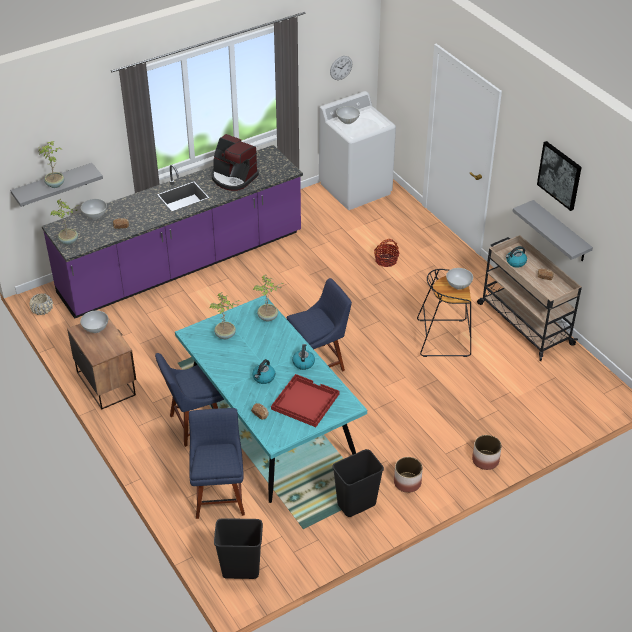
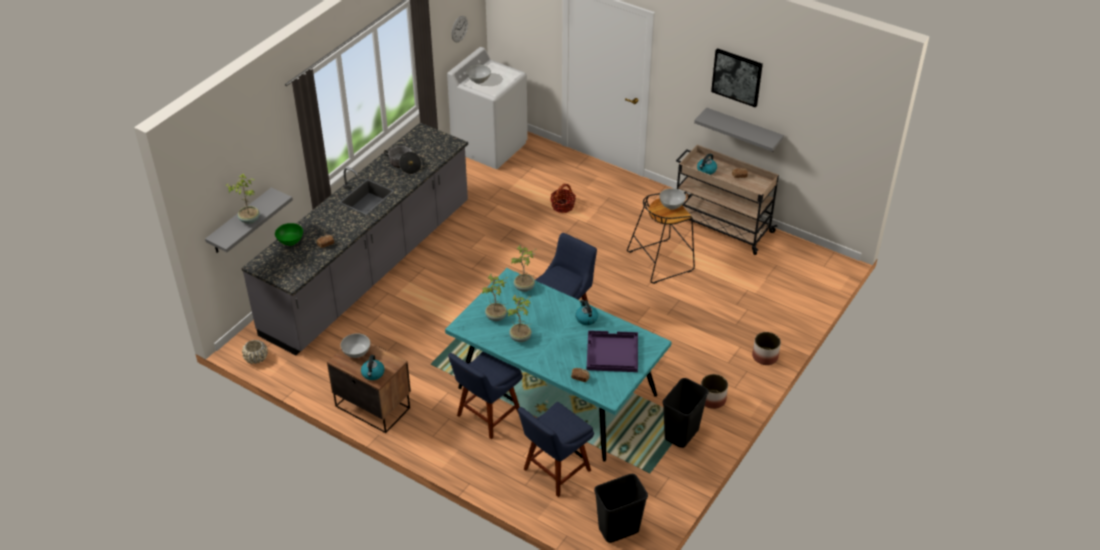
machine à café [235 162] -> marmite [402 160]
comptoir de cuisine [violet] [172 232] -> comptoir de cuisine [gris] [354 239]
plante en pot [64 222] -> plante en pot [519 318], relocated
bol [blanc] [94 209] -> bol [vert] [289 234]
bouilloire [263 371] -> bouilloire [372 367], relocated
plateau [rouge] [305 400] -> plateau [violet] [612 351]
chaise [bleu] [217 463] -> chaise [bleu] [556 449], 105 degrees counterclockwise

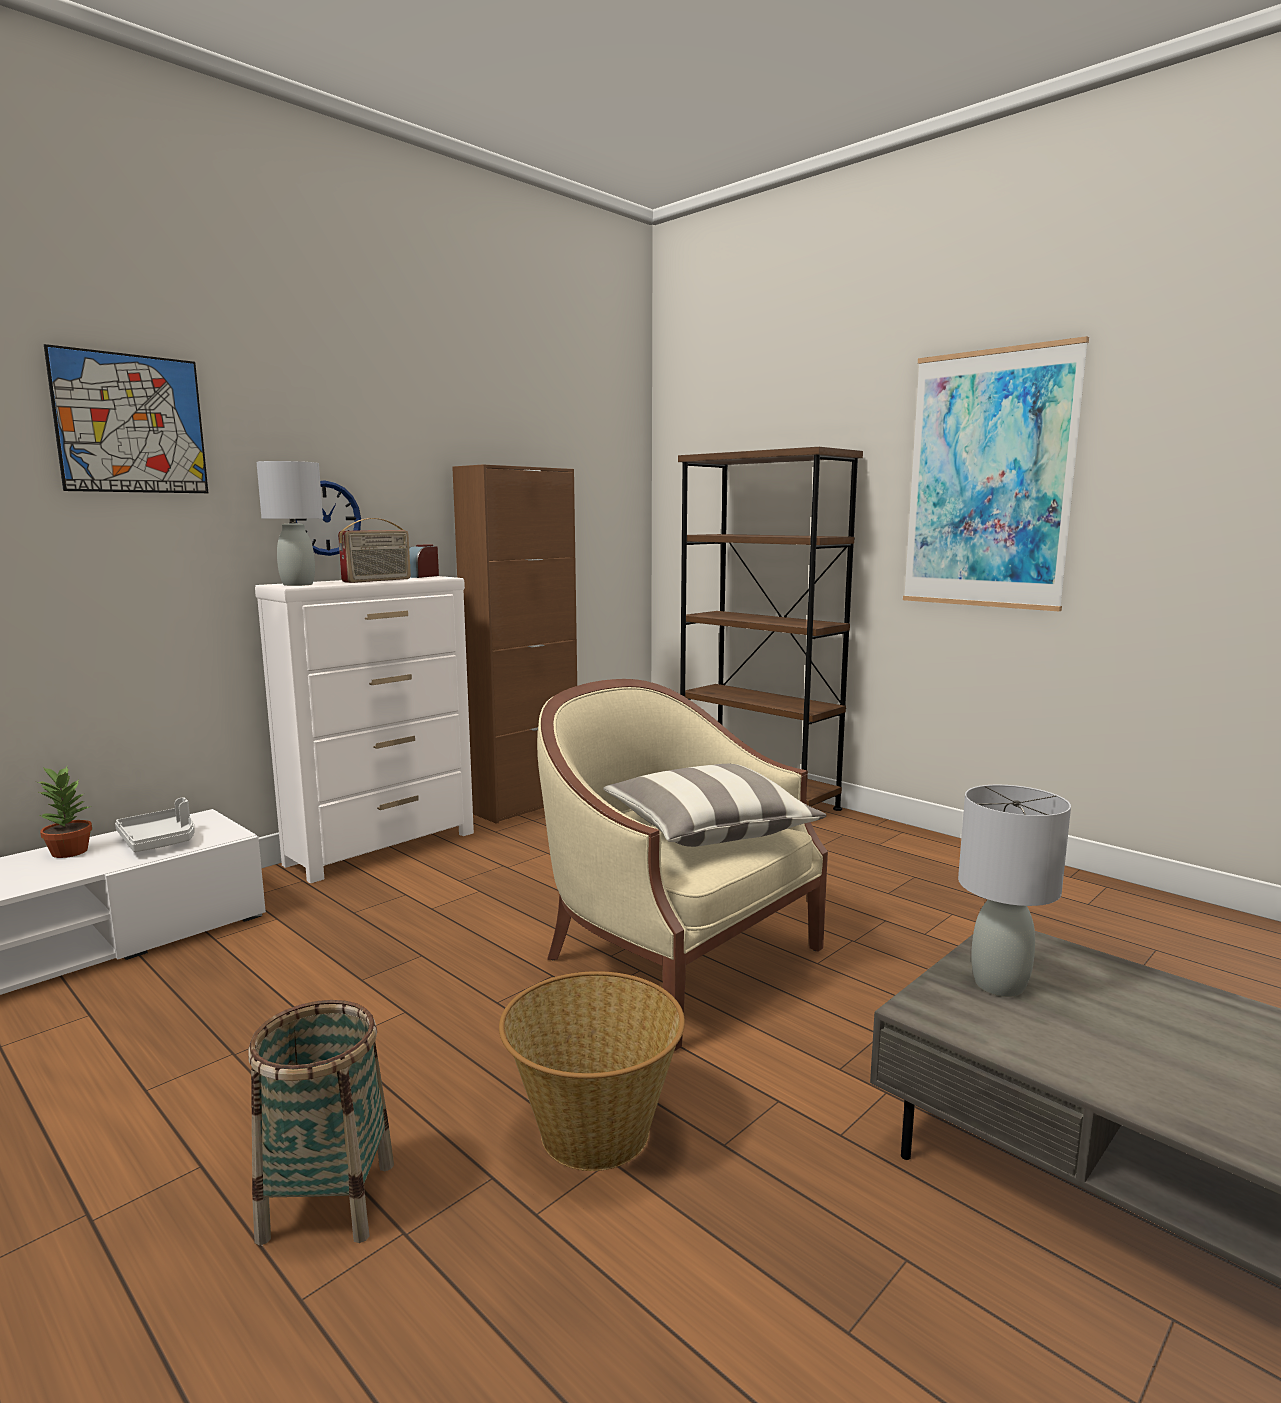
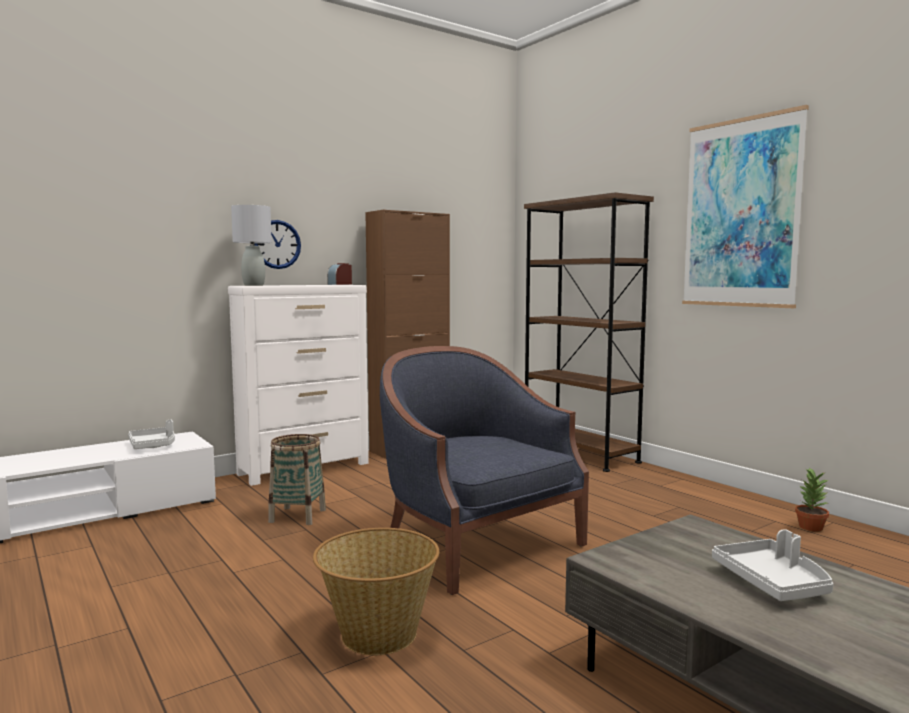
tableau [126 418] -> none
radio [374 550] -> none
fauteuil [beige] [682 865] -> fauteuil [bleu] [484 470]
coussin [714 805] -> none
plante en pot [64 812] -> plante en pot [812 499], relocated
lampe de table [gris] [1014 891] -> none
panier [321 1122] -> panier [297 479], relocated
none -> plateau [gris] [773 565]

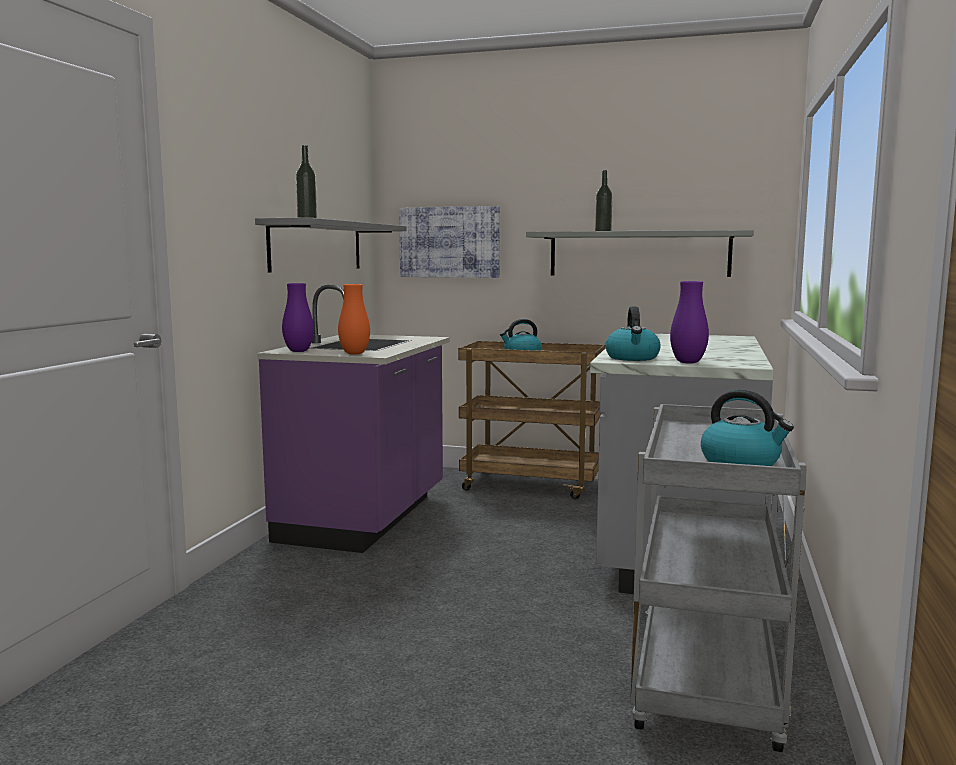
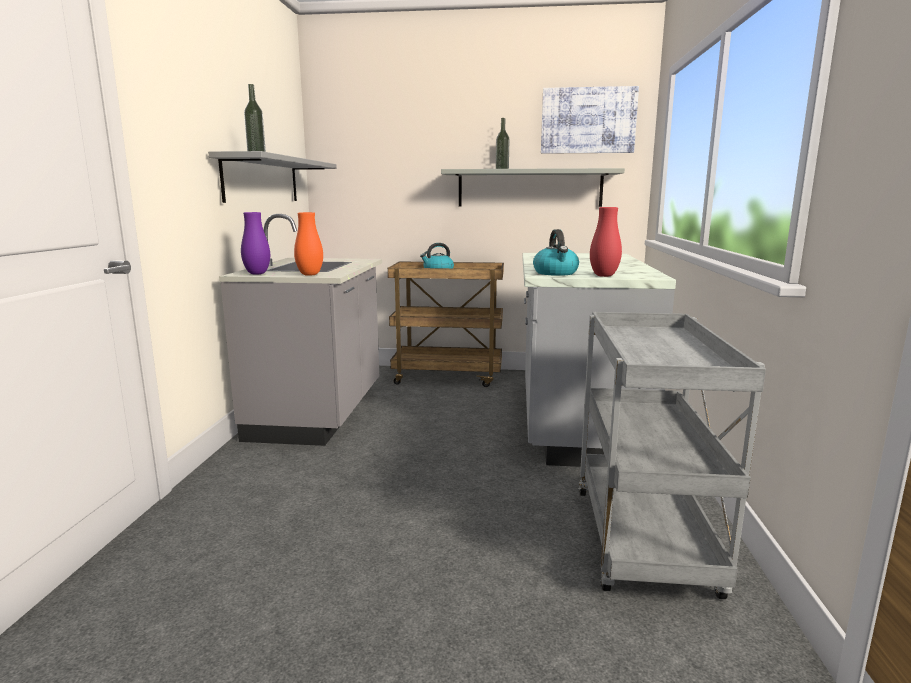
tableau [449 242] -> tableau [590 119], relocated
vase [violet] [689 322] -> vase [rouge] [606 242]
comptoir de cuisine [violet] [353 418] -> comptoir de cuisine [gris] [300 330]
bouilloire [747 428] -> none

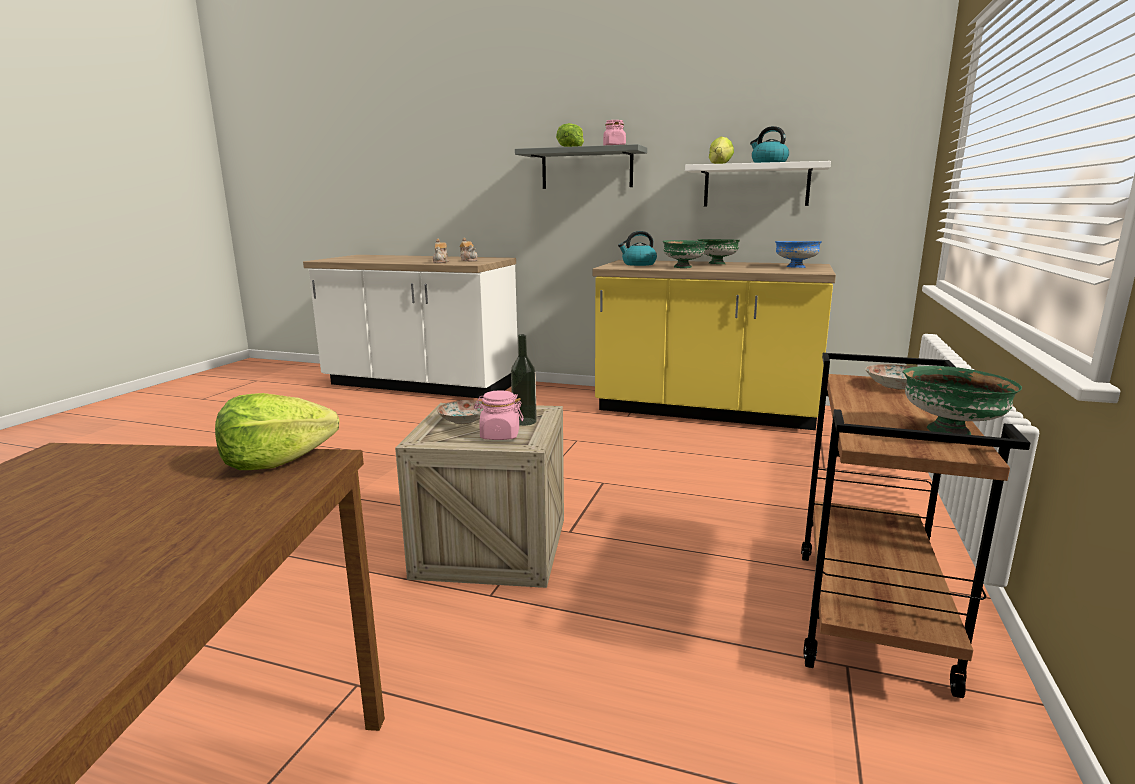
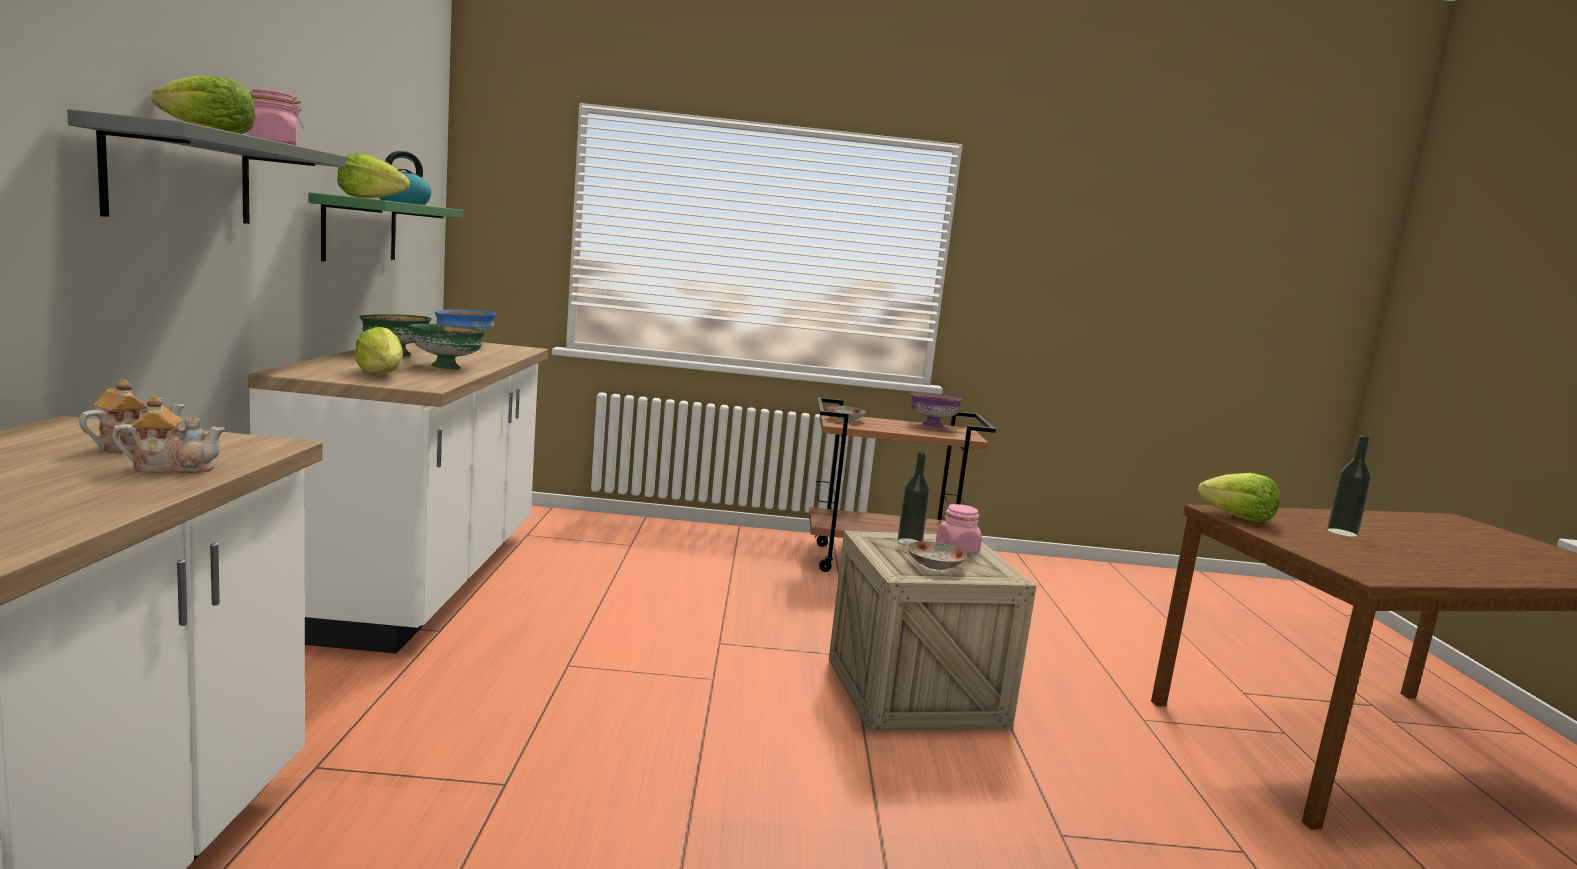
étagère [blanc] [758 183] -> étagère [vert] [386 226]
bouilloire [637 248] -> laitue [378 350]
comptoir de cuisine [jaune] [714 345] -> comptoir de cuisine [blanc] [398 498]
bol [vert] [962 400] -> bol [violet] [937 410]
none -> bouteille [1349 486]

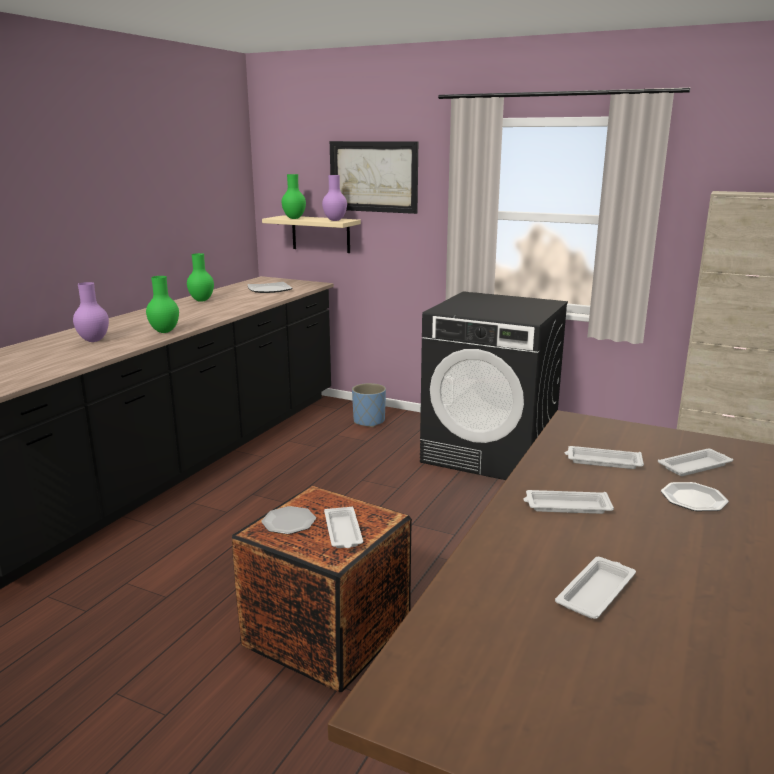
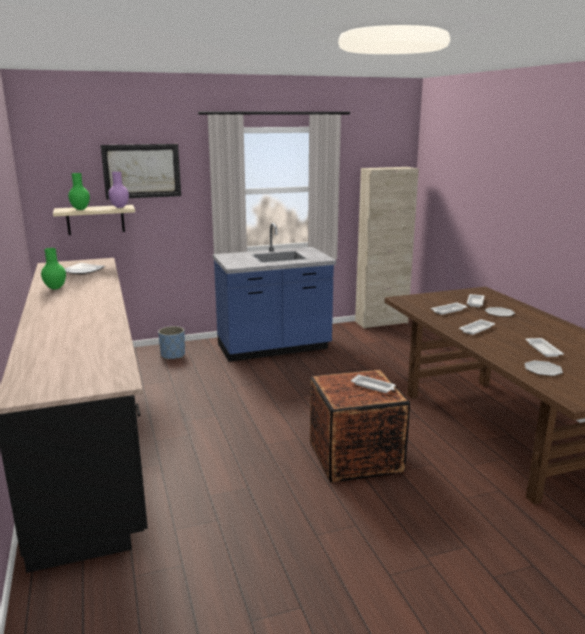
vase [vert] [162 304] -> none
vase [violet] [91 312] -> none
lave-linge [noir] [494 385] -> comptoir de cuisine [bleu] [274 292]
assiette [288 520] -> assiette [543 368], relocated

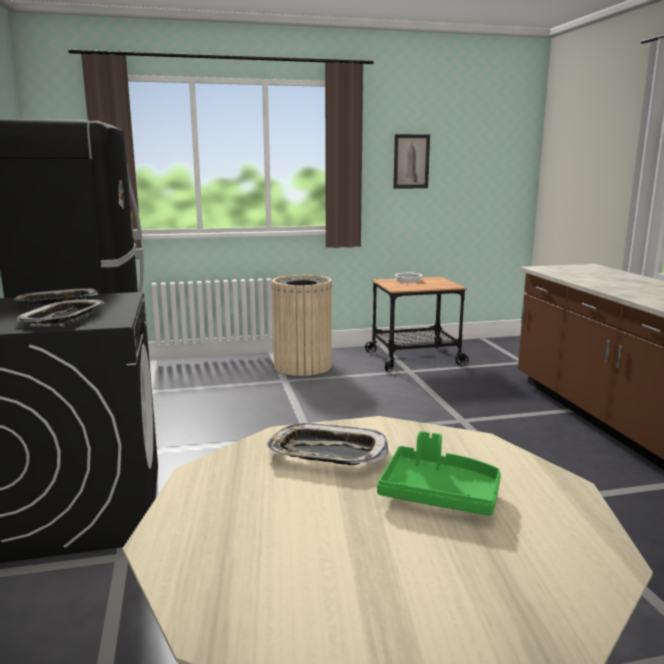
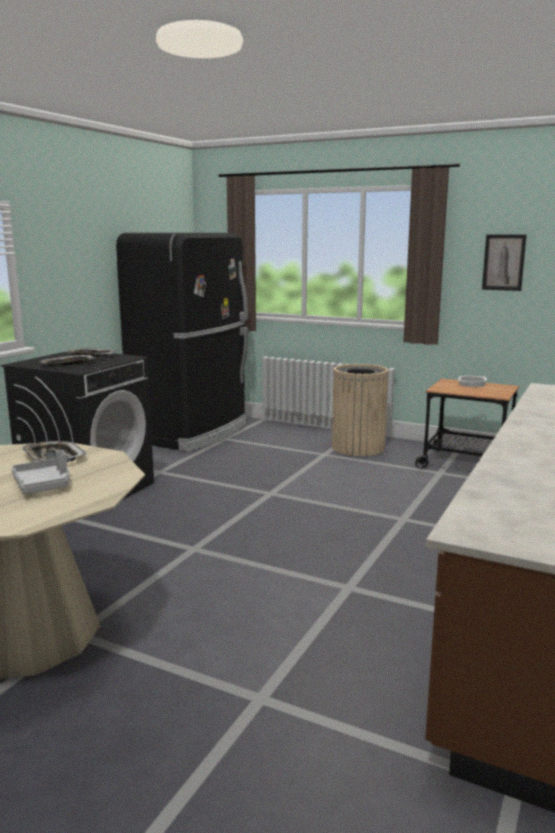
plateau [vert] [439 473] -> plateau [gris] [40 472]

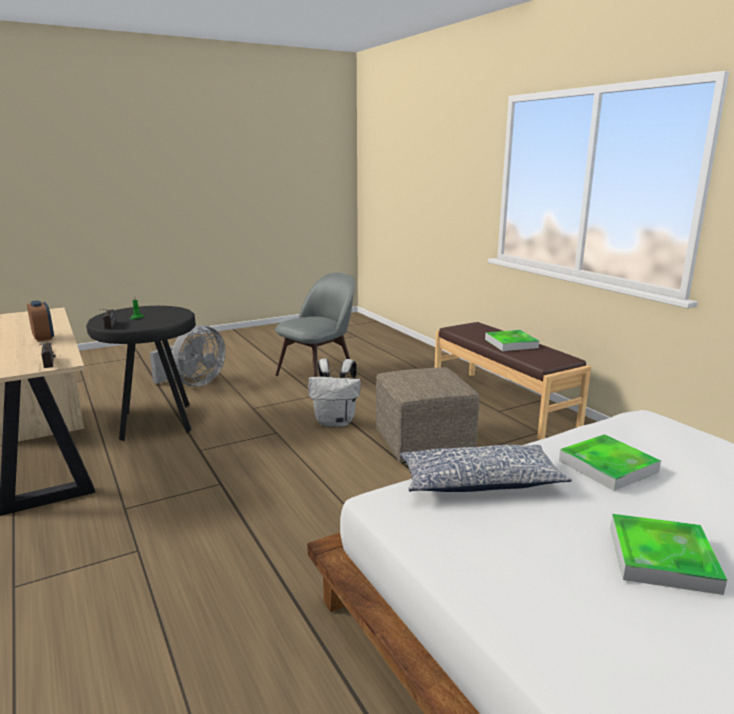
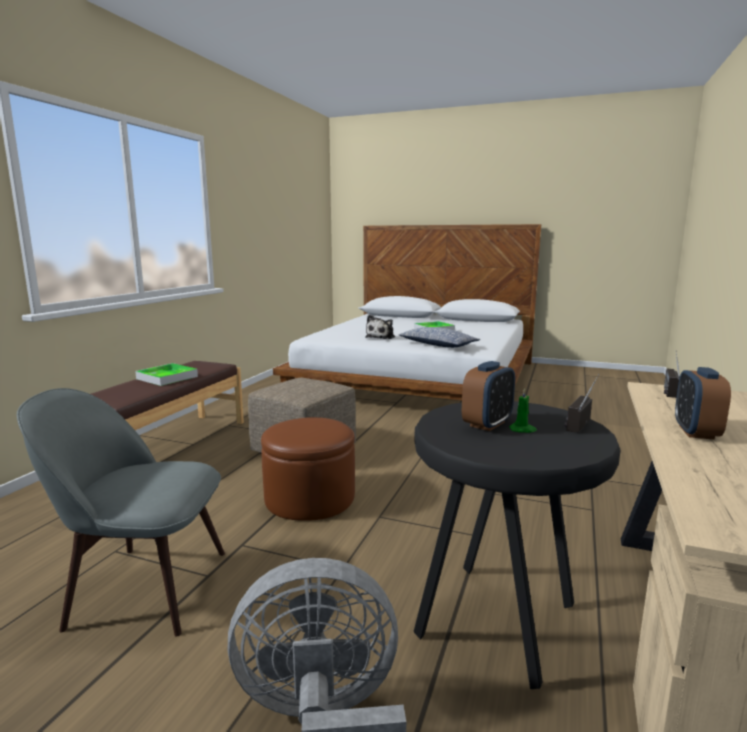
sac à dos [blanc] [334 393] -> pouf [marron] [308 469]
plateau [610 462] -> peluche [380 327]
none -> réveil [488 396]

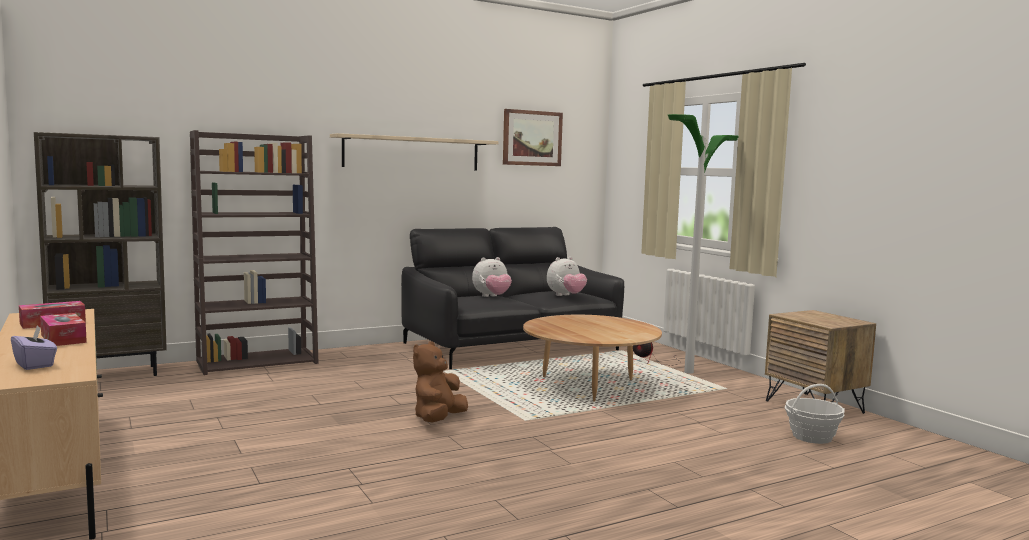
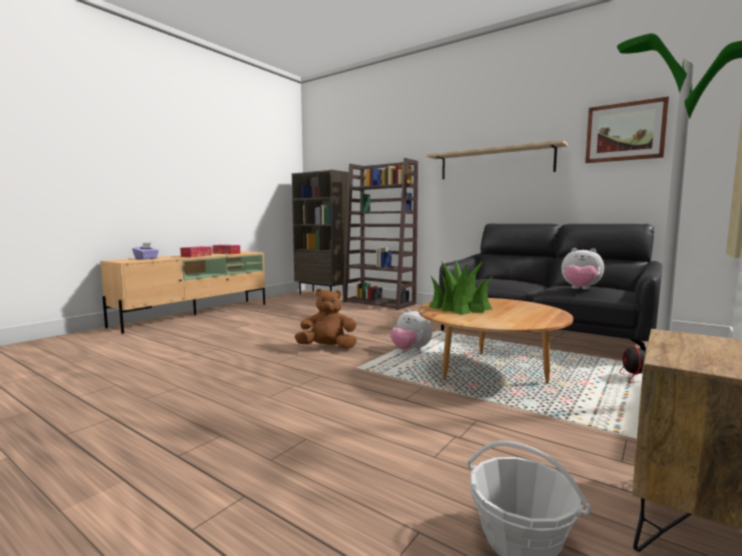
peluche [492 277] -> peluche [411 330], relocated
none -> plante en pot [461 287]

